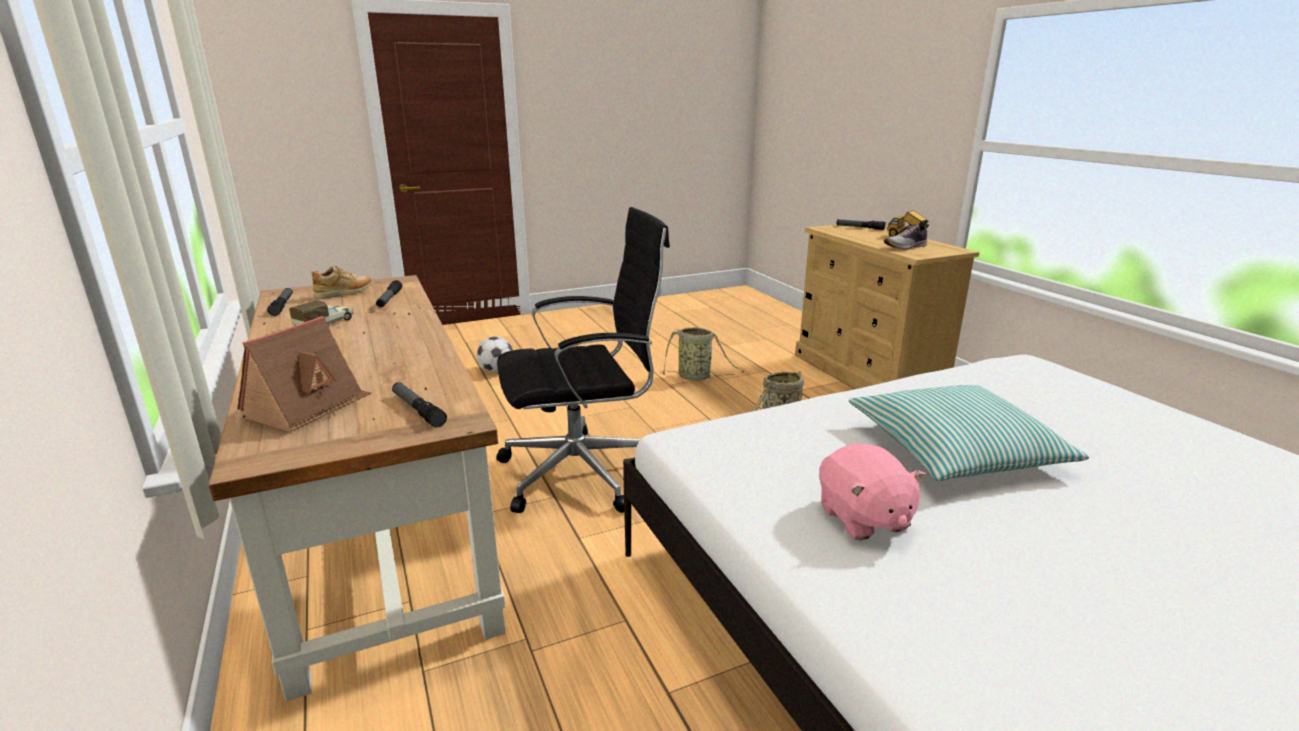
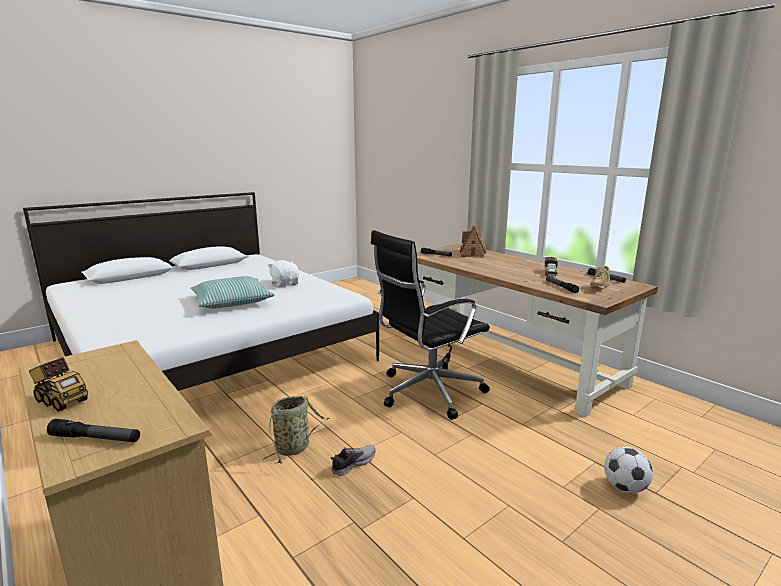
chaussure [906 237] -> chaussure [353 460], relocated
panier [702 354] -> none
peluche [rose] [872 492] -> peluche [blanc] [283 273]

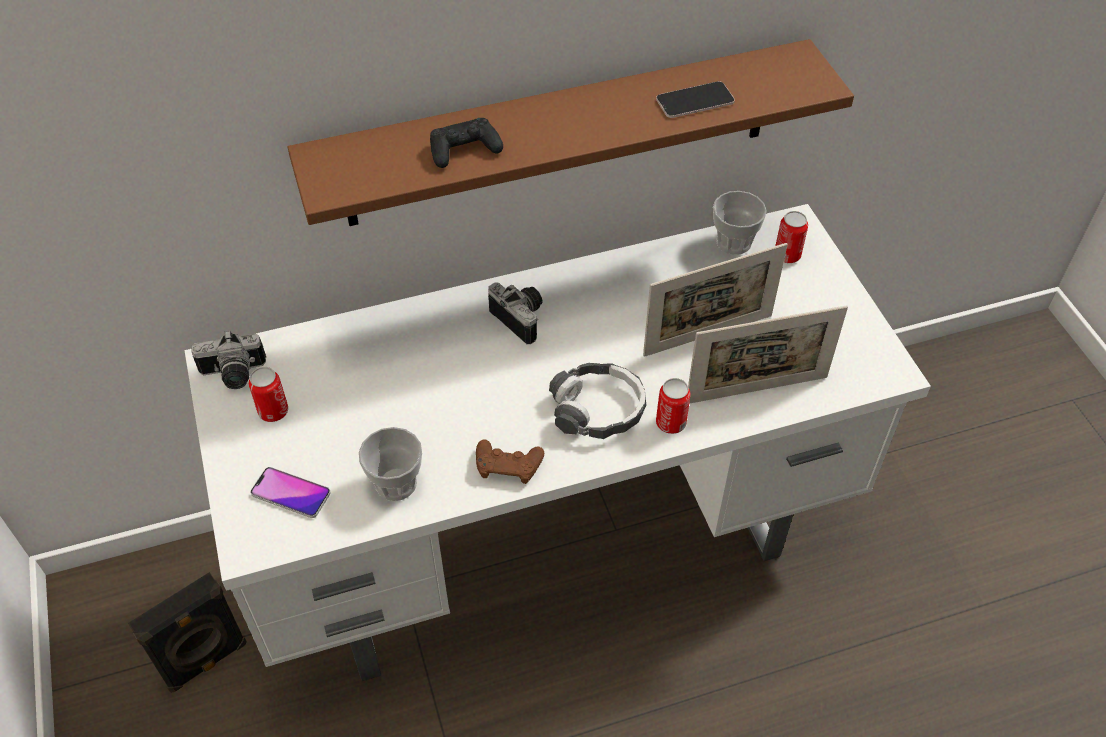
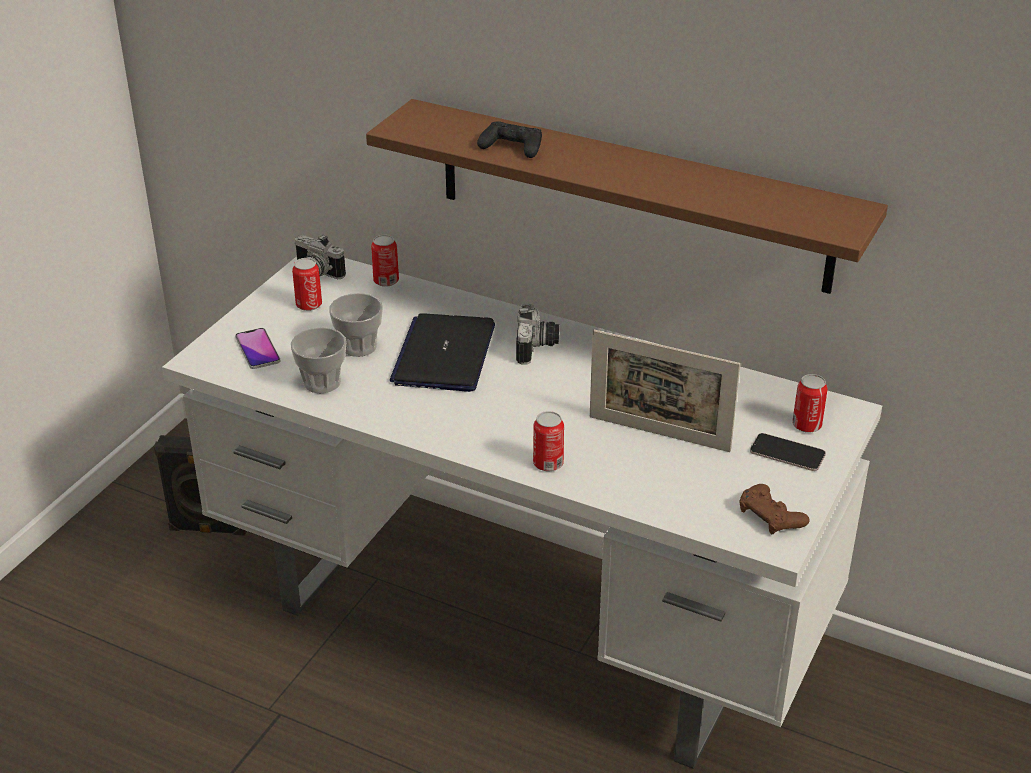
téléphone [695 99] -> téléphone [788 452], relocated
tasse [740 223] -> tasse [356 325], relocated
cadre photo [768 354] -> none
casque audio [597 401] -> none
manette [marron] [510 461] -> manette [marron] [774 509], relocated
none -> boîte métallique [385 261]
none -> ordinateur portable [442 353]

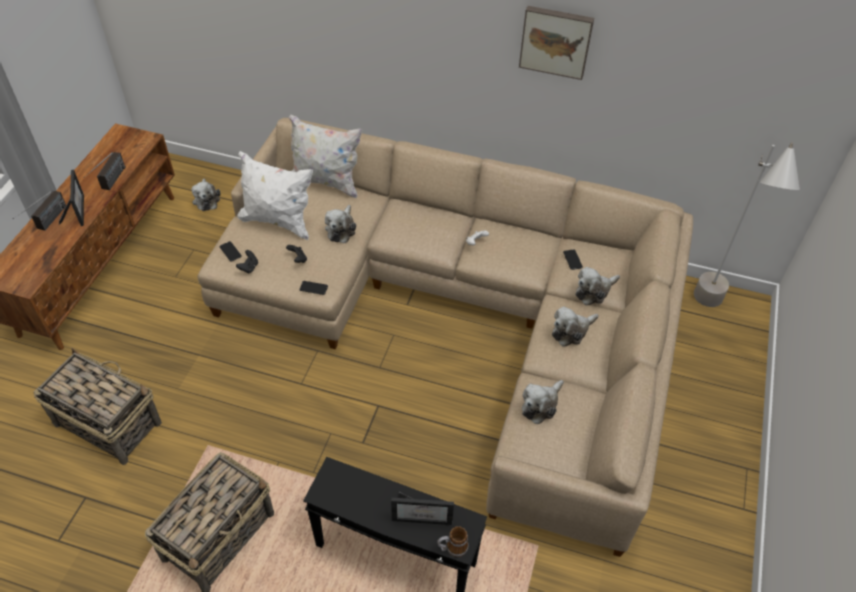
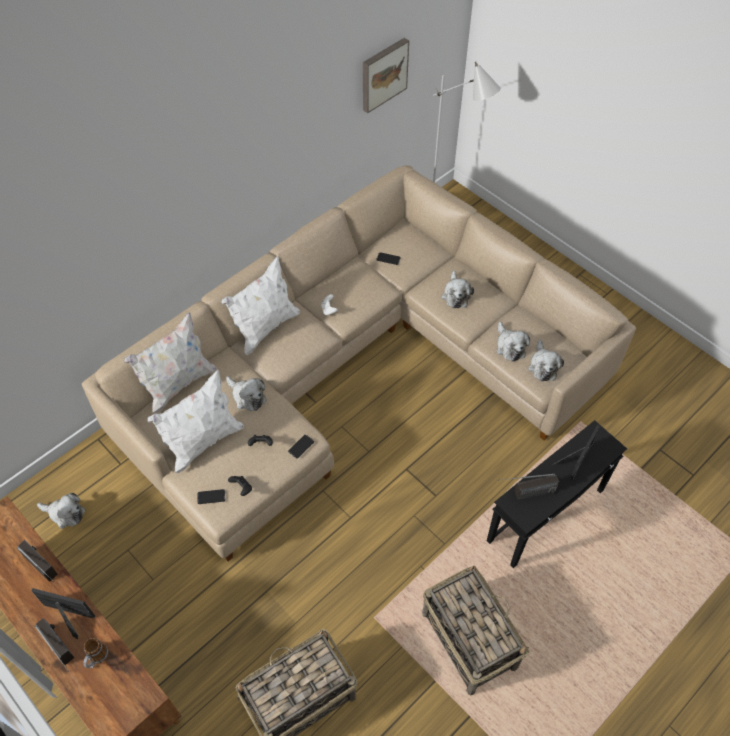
tableau [556 43] -> tableau [386 75], relocated
peluche [597 286] -> peluche [546 360], relocated
mug [452 541] -> mug [95 653], relocated
none -> coussin [blanc] [260 305]
none -> radio [528 487]

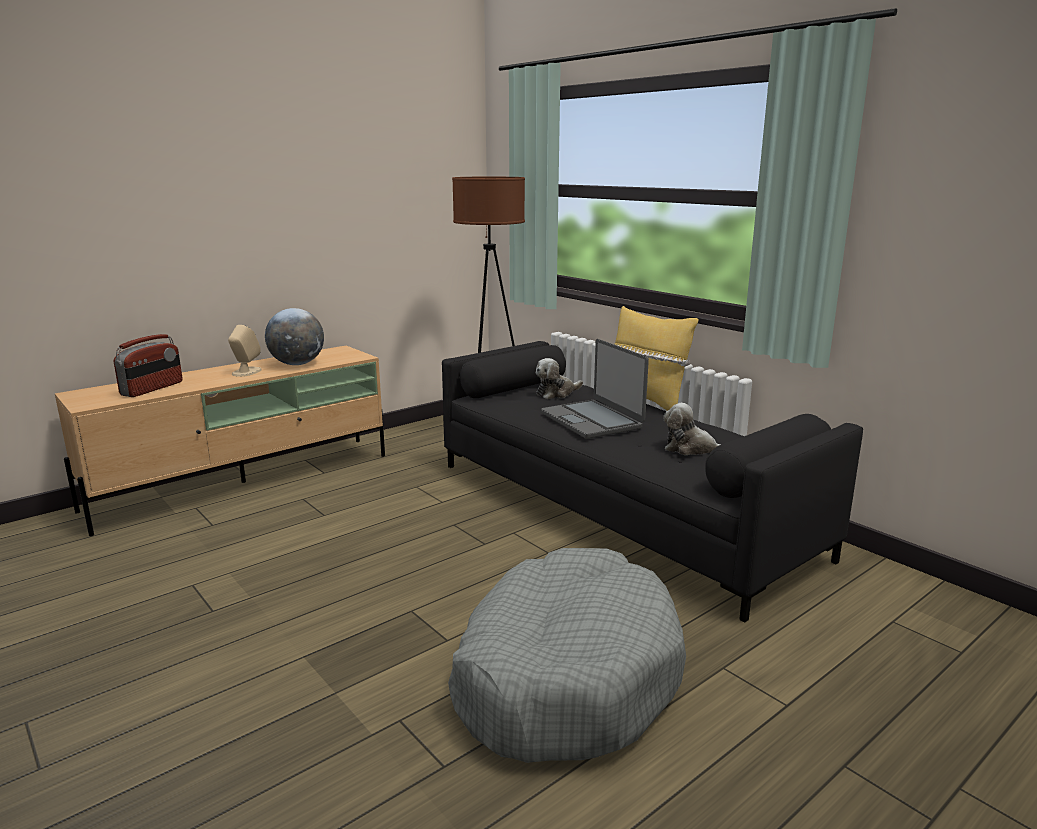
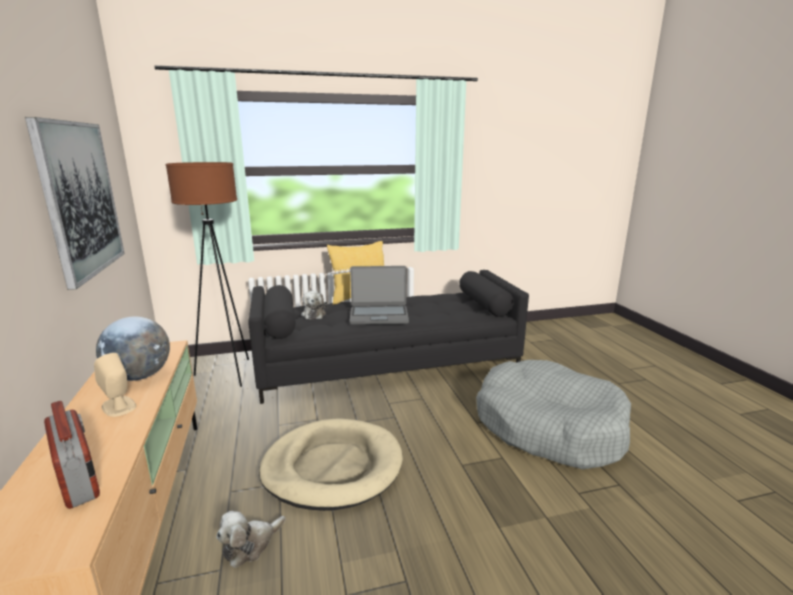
peluche [692 429] -> peluche [251 539], relocated
none -> tableau [75 203]
none -> panier pour chien [beige] [331 464]

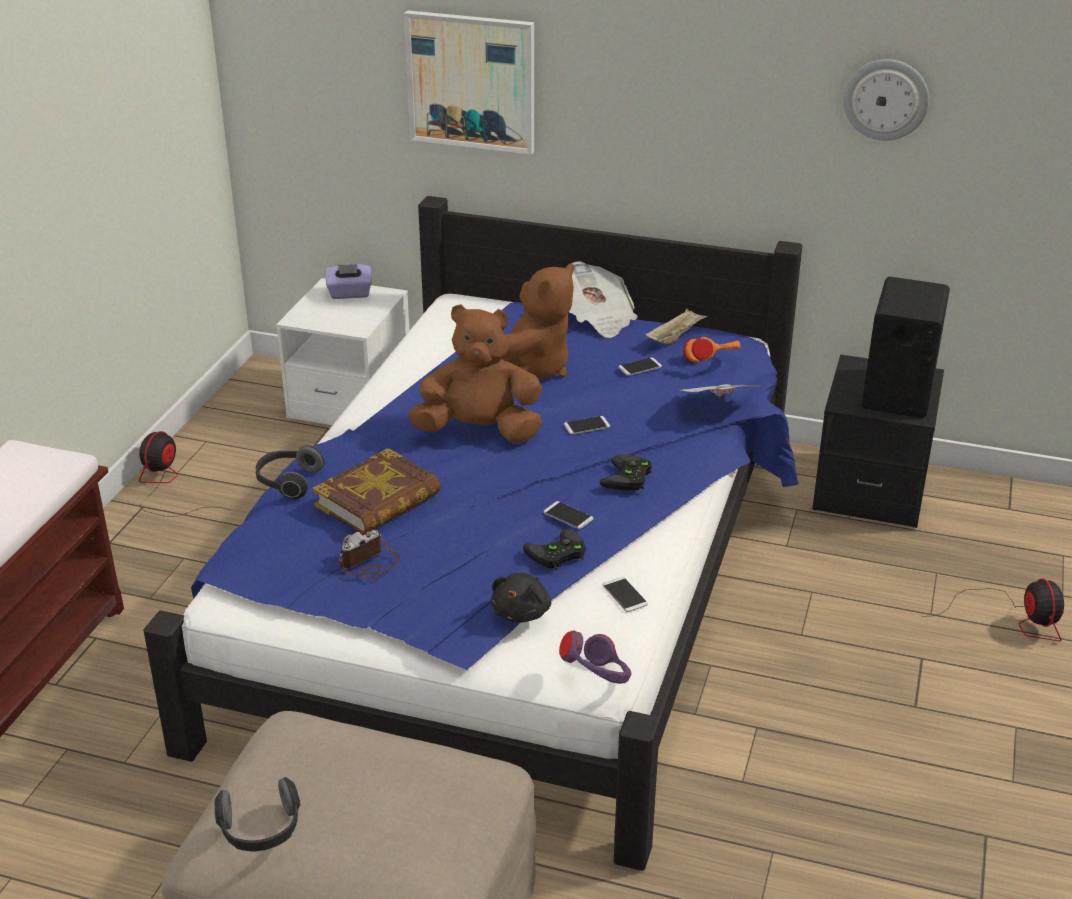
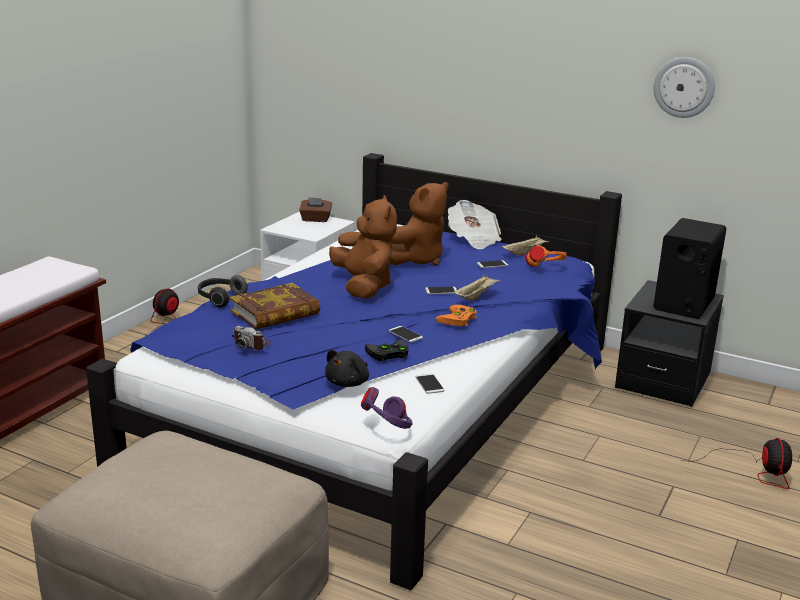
tableau [469 83] -> none
boîte à mouchoirs [violet] [348 281] -> boîte à mouchoirs [marron] [315 209]
peluche [marron] [475 373] -> peluche [marron] [363 247], 60 degrees clockwise
journal [720 390] -> none
manette [noir] [626 472] -> manette [orange] [456 315]
appareil photo [369 555] -> appareil photo [251 338], 120 degrees counterclockwise
casque audio [257 814] -> none
none -> plateau [beige] [477 287]

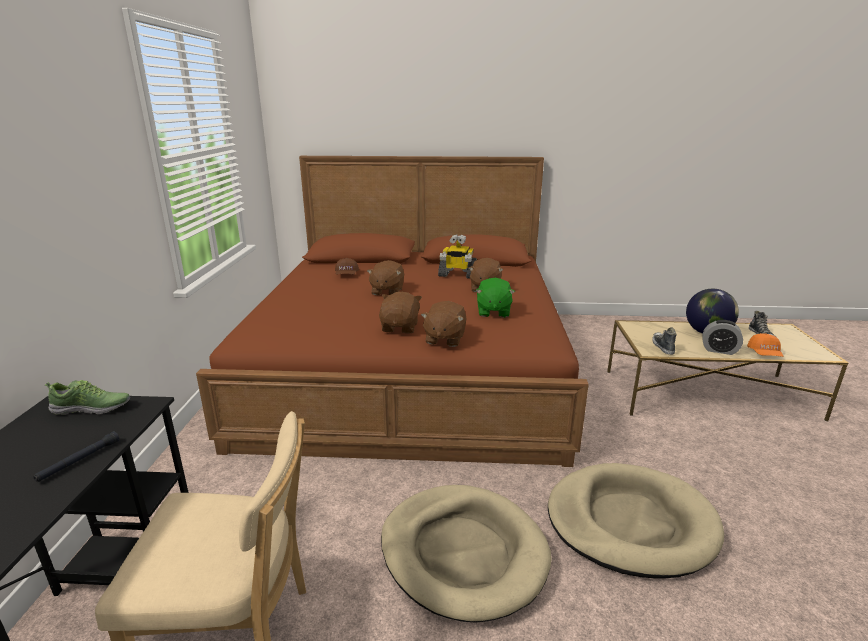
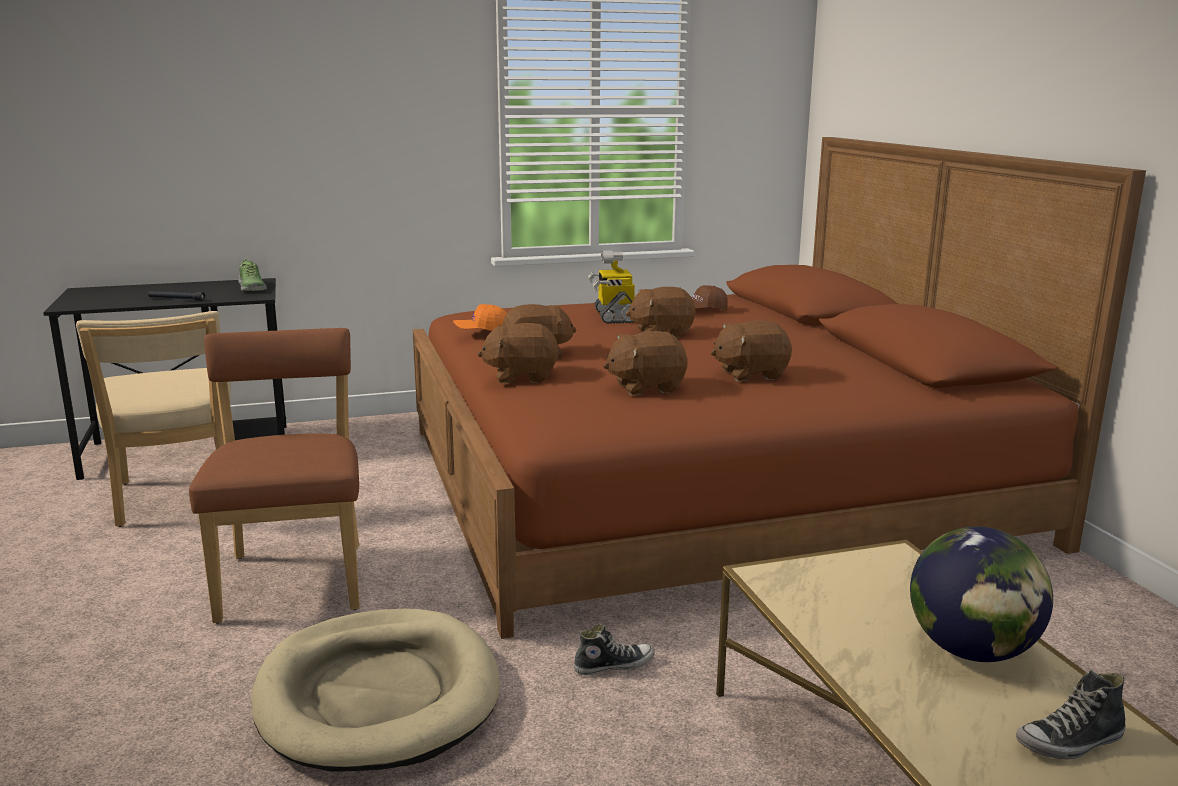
robot jouet [457 256] -> robot jouet [611 287], relocated
peluche [vert] [495 298] -> peluche [marron] [645 363]
réveil [722 337] -> none
chaussure [664 341] -> chaussure [614 649], relocated
casquette [orange] [765 345] -> casquette [orange] [480 317], relocated
panier pour chien [beige] [466 554] -> chaise [marron] [274 475]

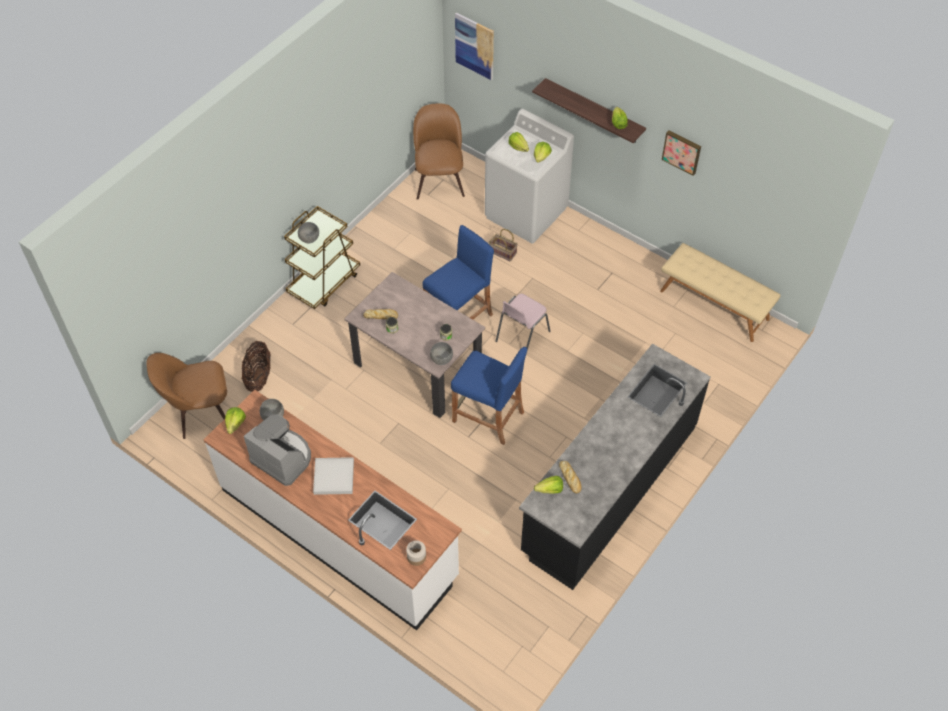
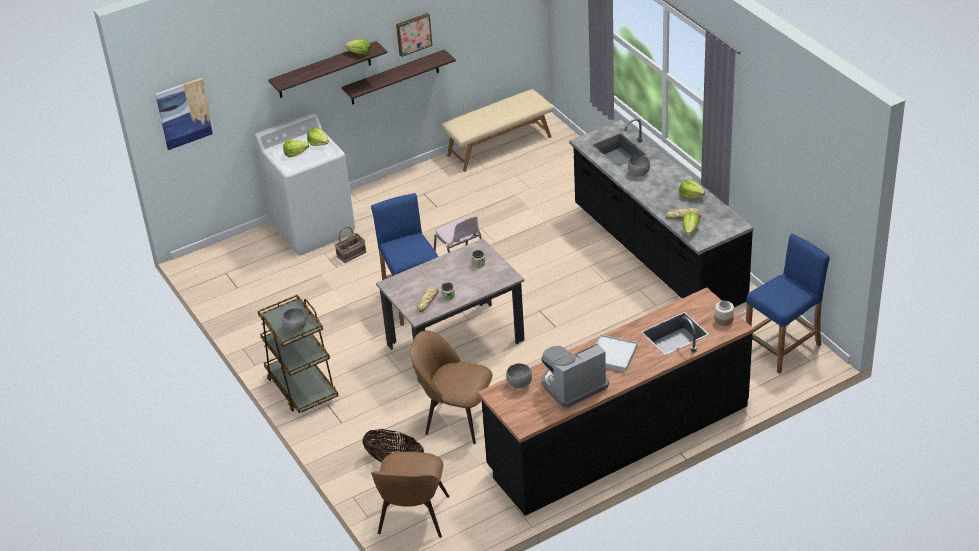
chaise [marron] [439 152] -> chaise [marron] [451 387], relocated
bol [gris] [441 353] -> bol [gris] [639 165], relocated
tabouret [bleu] [489 396] -> tabouret [bleu] [788 304], relocated
comptoir de cuisine [blanc] [333 510] -> comptoir de cuisine [noir] [616 402]
laitue [235 420] -> laitue [692 189], relocated
none -> étagère [398 77]

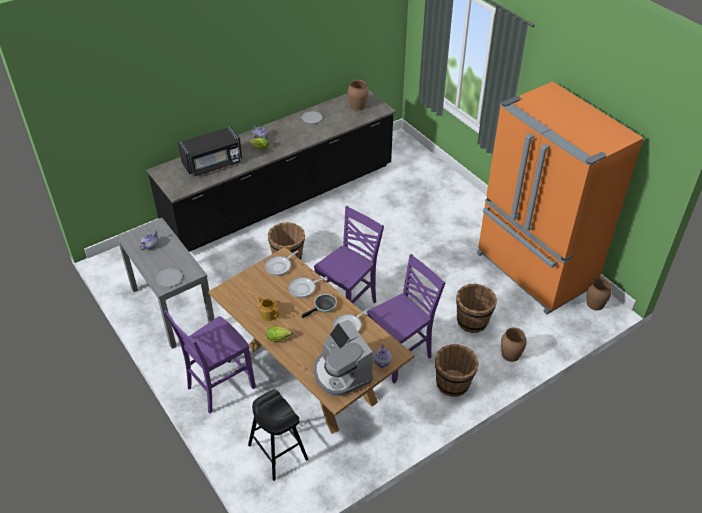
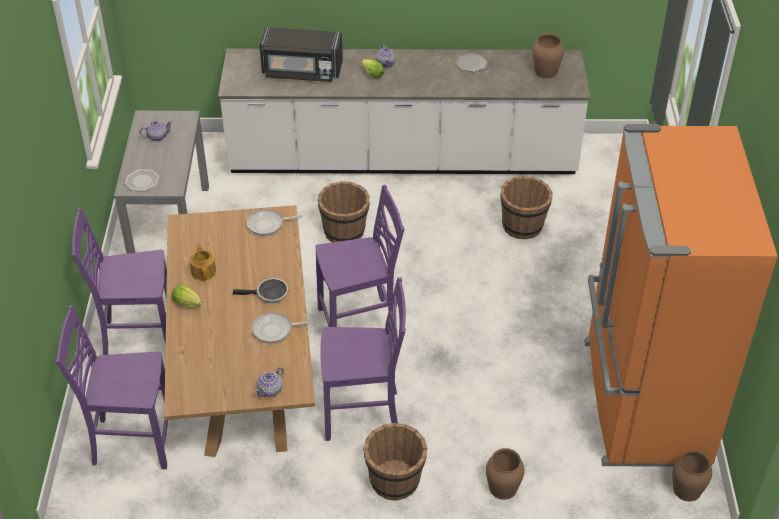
comptoir de cuisine [noir] [271 171] -> comptoir de cuisine [blanc] [404 111]
poêle [308 287] -> none
seau [marron] [476 308] -> seau [marron] [526 207], relocated
machine à café [343 357] -> none
tabouret [noir] [278 435] -> chaise [violet] [115 387]

